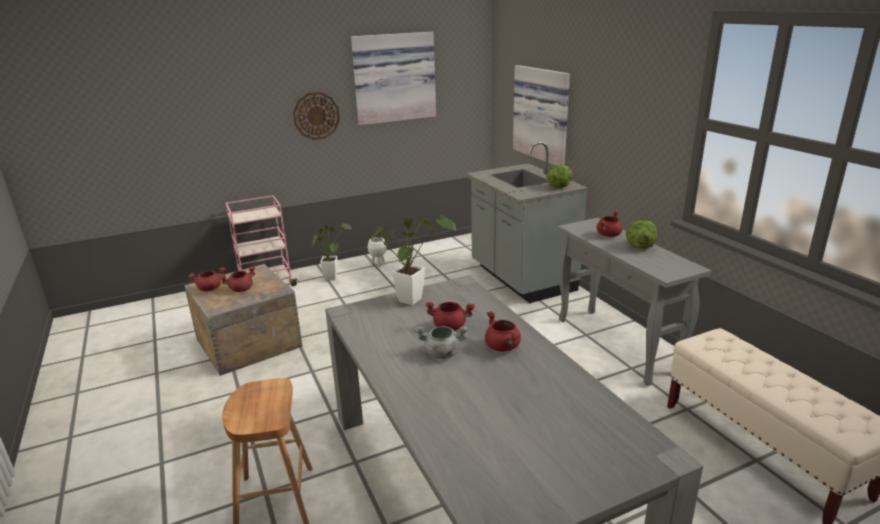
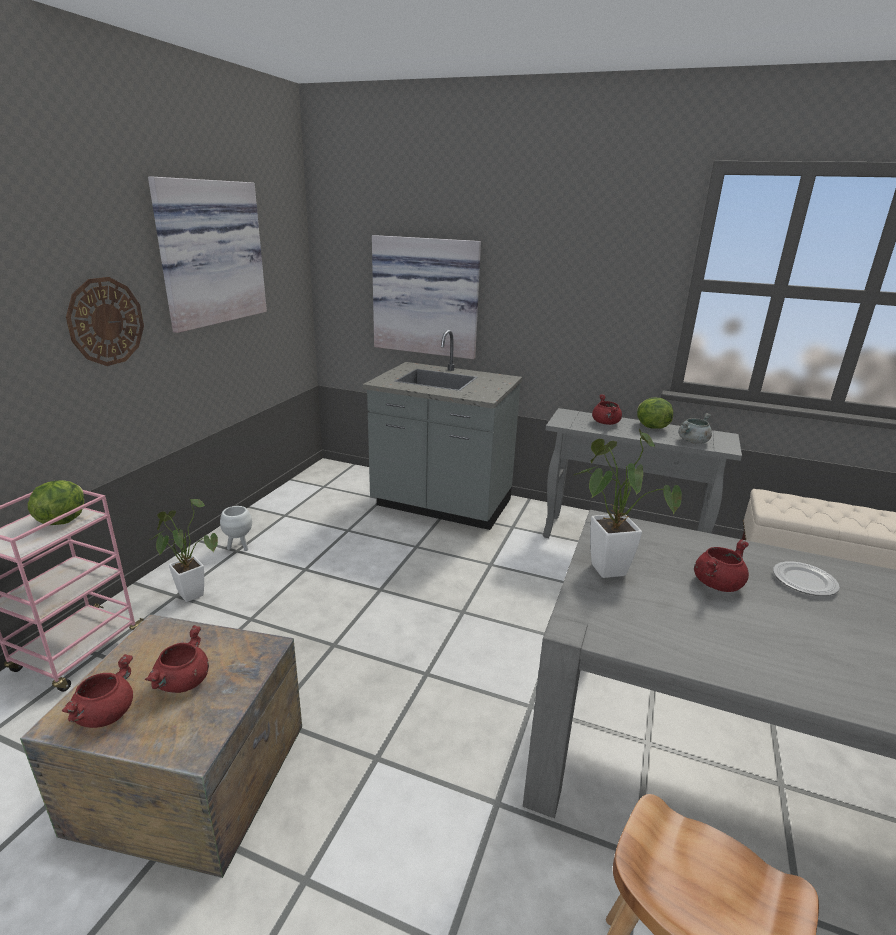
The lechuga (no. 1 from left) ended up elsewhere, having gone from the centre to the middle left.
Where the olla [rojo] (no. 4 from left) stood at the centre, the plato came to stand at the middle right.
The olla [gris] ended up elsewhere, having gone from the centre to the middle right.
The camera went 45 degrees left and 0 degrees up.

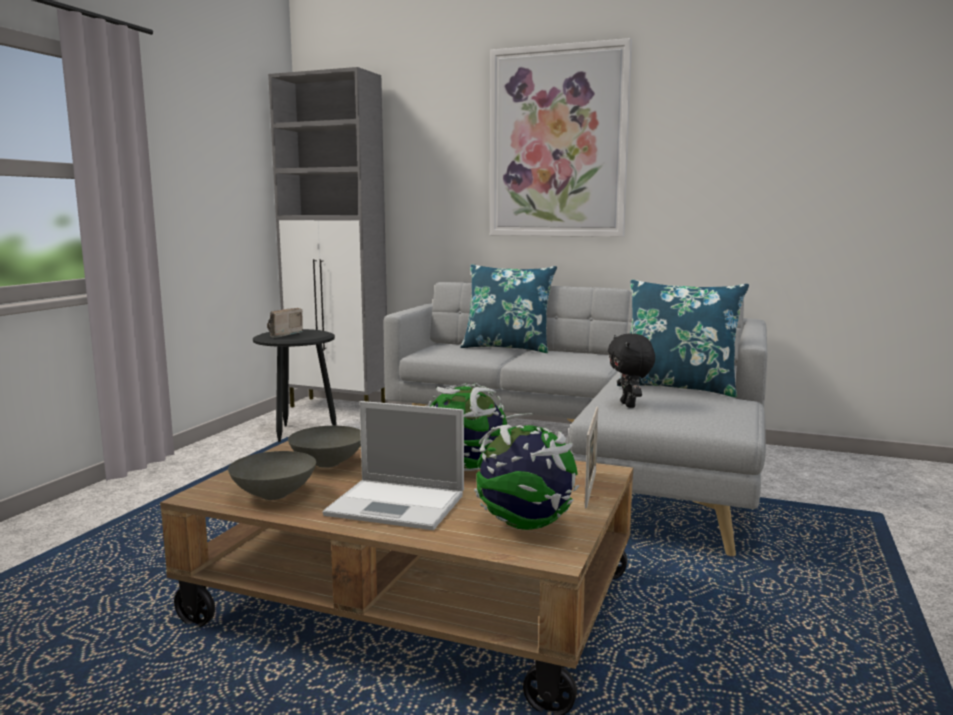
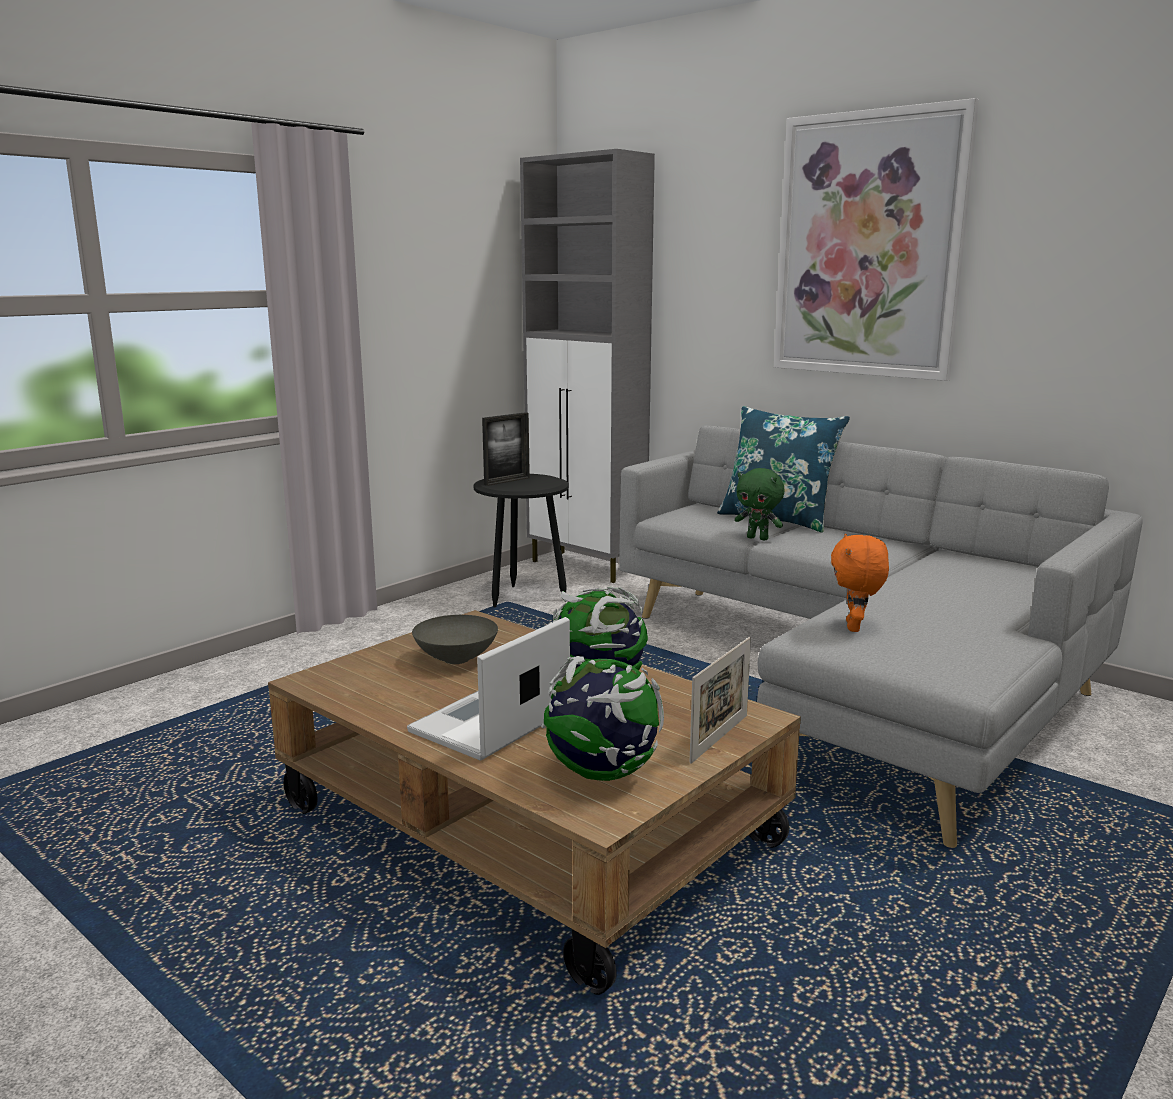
The second view lost the cojín [azul] (no. 2 from left) at the middle right.
Where the radio stood at the middle left, the portarretratos (no. 1 from left) came to stand at the centre.
What was the peluche [negro] at the centre turned into the peluche [naranja] at the middle right.
The portátil at the centre ended up facing another way, 90 degrees clockwise from before.
The second view lost the cuenco [gris] (no. 1 from left) at the middle left.
The second view gained the peluche [verde] at the centre.
The camera went 20 degrees right and 5 degrees up.

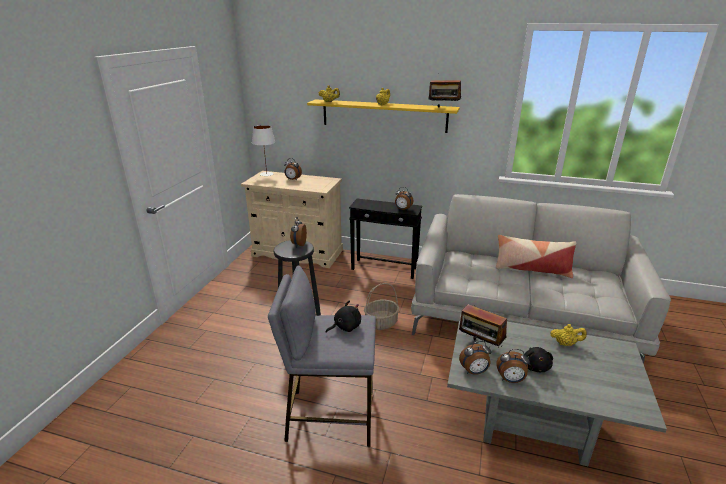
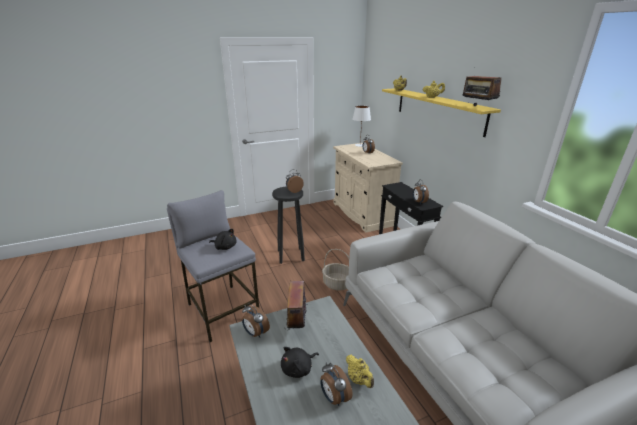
The second view lost the cojín at the middle right.
The despertador (no. 5 from left in the first image) ended up elsewhere, having gone from the bottom right to the bottom centre.
The camera went 50 degrees right and 0 degrees up.

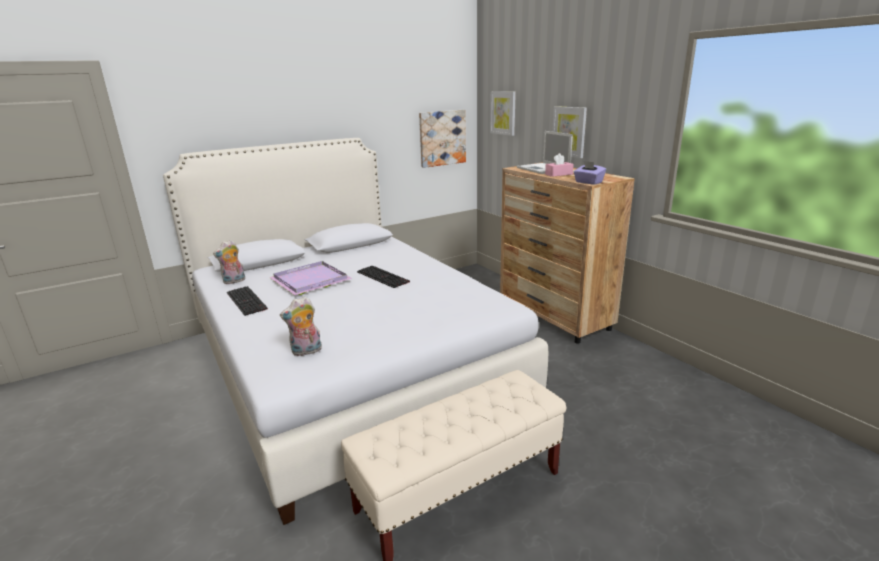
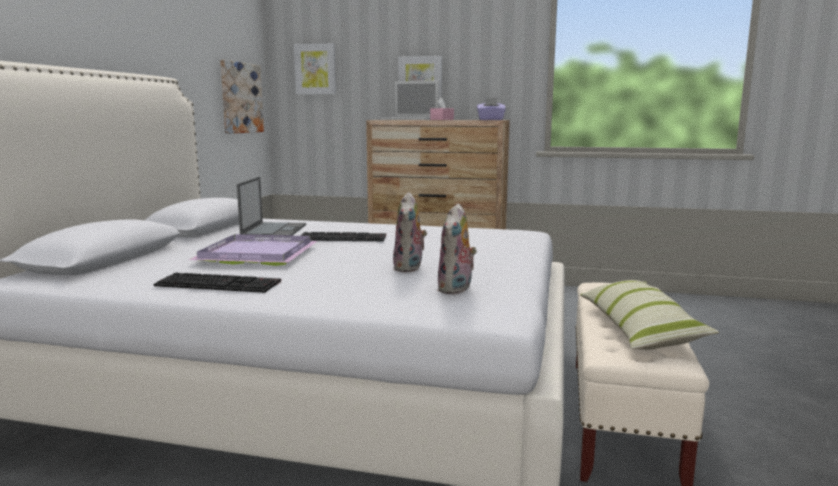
The peluche (no. 1 from left) ended up elsewhere, having gone from the middle left to the centre.
The second view gained the portátil (no. 1 from left) at the middle left.
The second view gained the cojín at the middle right.
The camera went 45 degrees left and 10 degrees down.

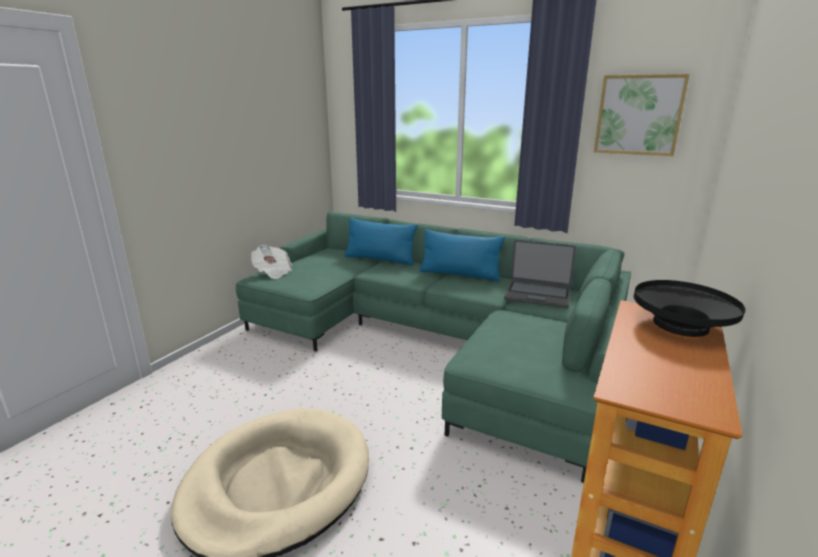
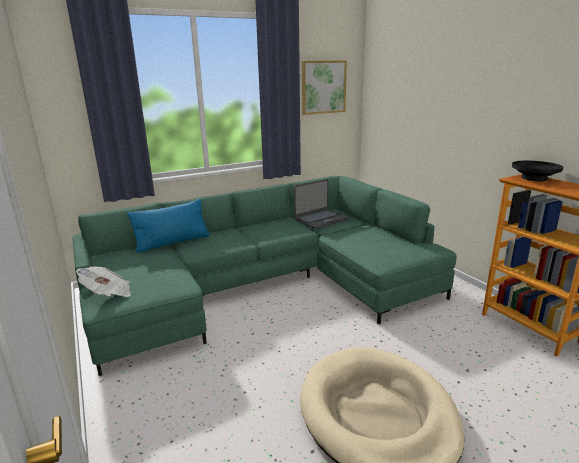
The second view lost the cojín [azul] (no. 2 from left) at the centre.
The camera went 55 degrees left and 0 degrees up.

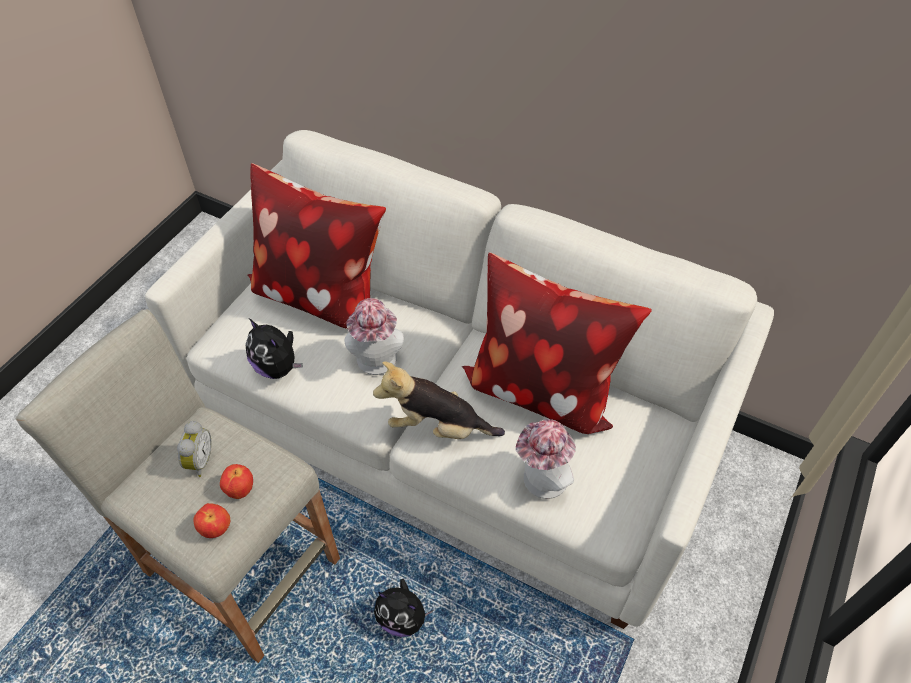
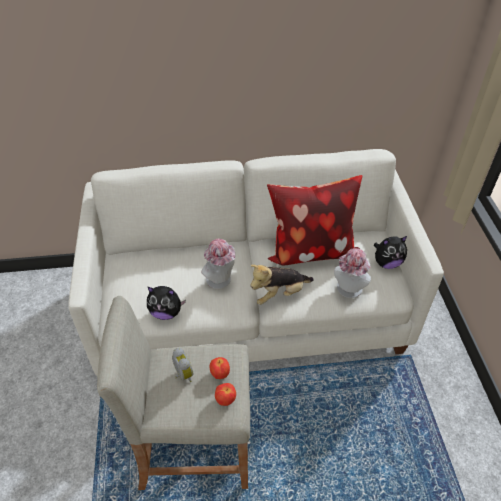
The second view lost the cojín (no. 1 from left) at the centre.
The peluche (no. 2 from left in the first image) ended up elsewhere, having gone from the bottom centre to the middle right.
The camera went 35 degrees left and 5 degrees down.

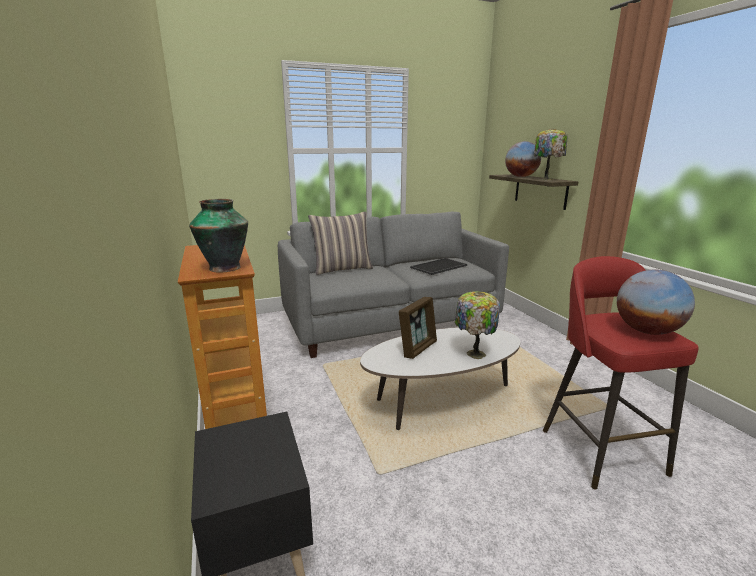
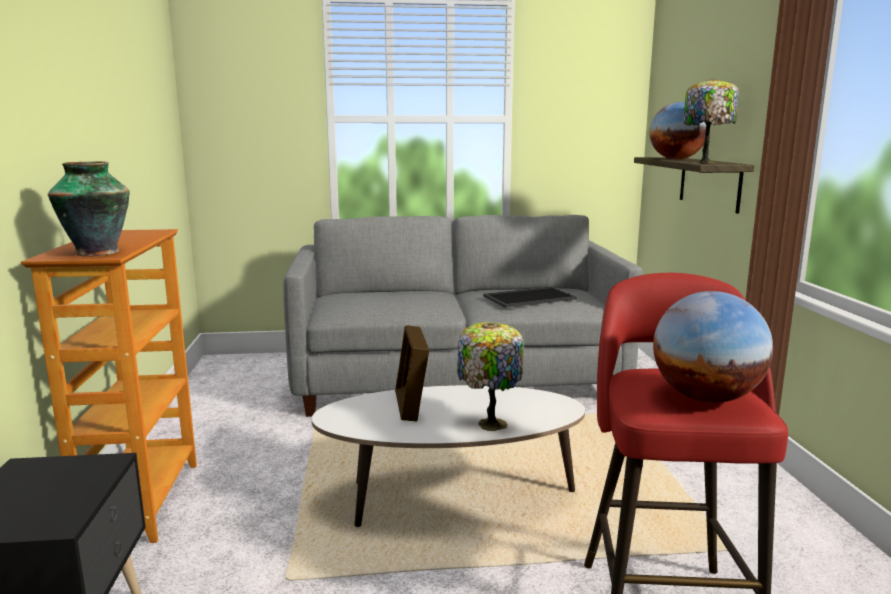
The second view lost the cojín at the centre.
The portarretratos at the centre ended up facing another way, 120 degrees clockwise from before.
The camera went 15 degrees right and 5 degrees down.

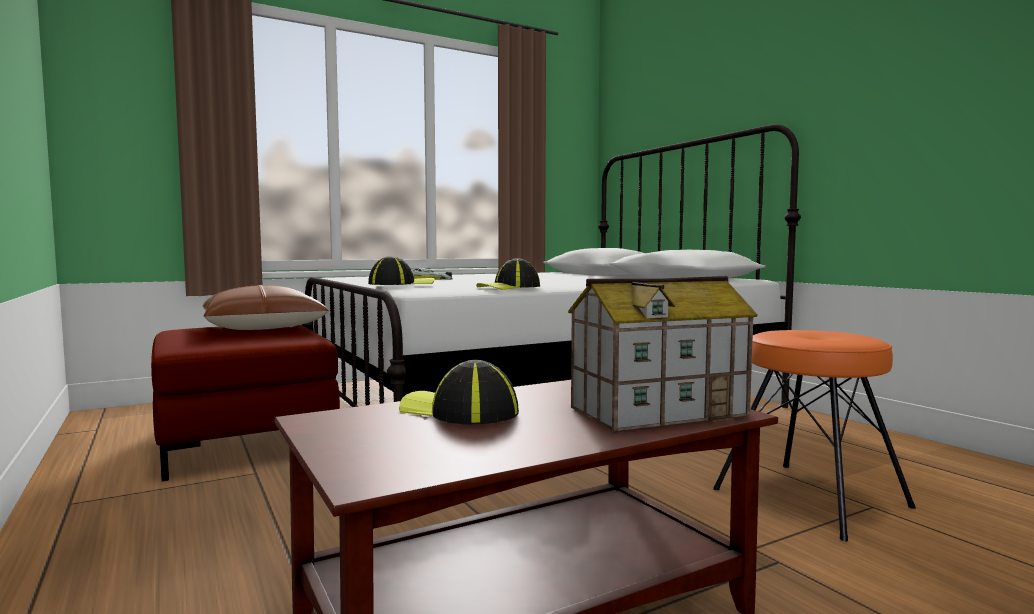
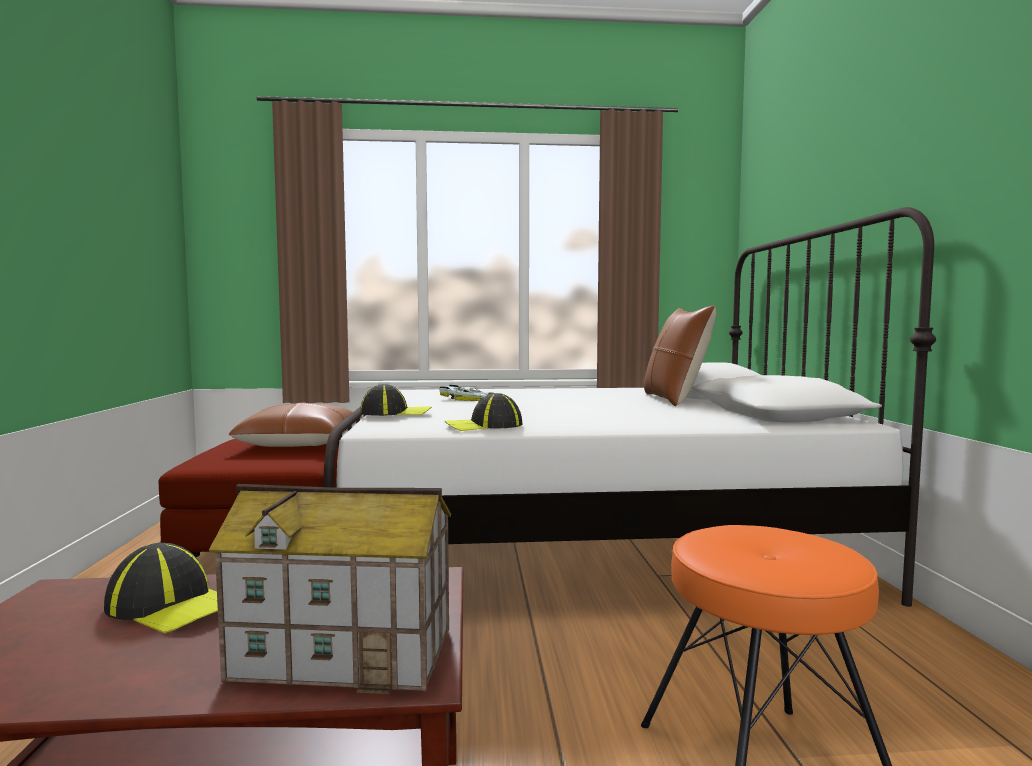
The gorra (no. 2 from left in the first image) at the centre ended up facing another way, 150 degrees clockwise from before.
The second view gained the cojín [marrón] (no. 2 from left) at the centre.
The camera went 25 degrees right and 0 degrees up.

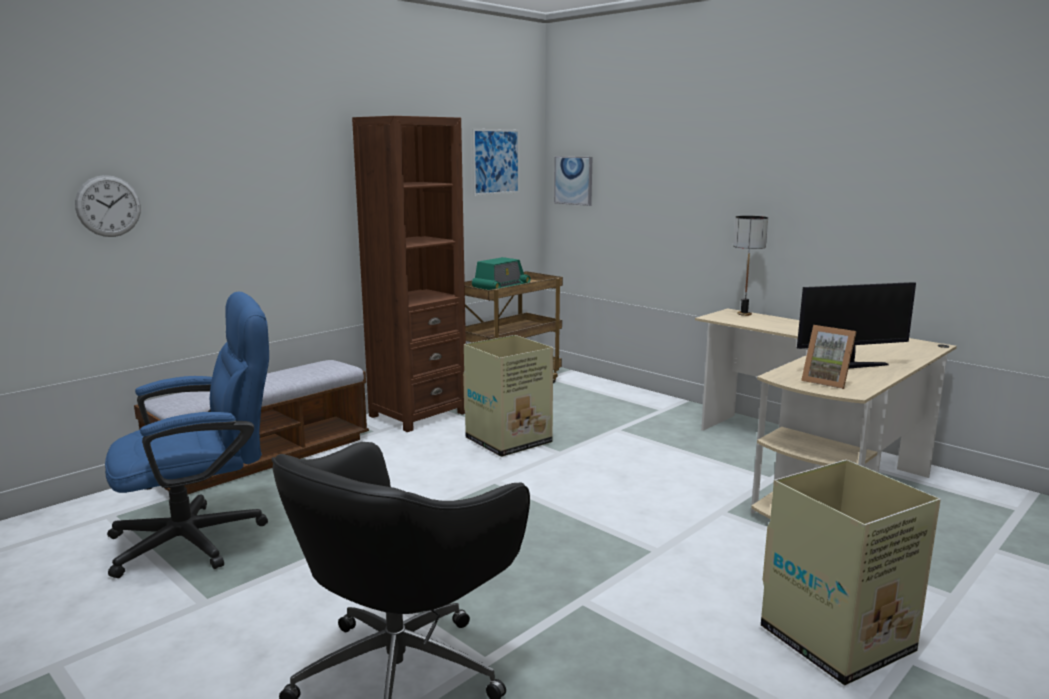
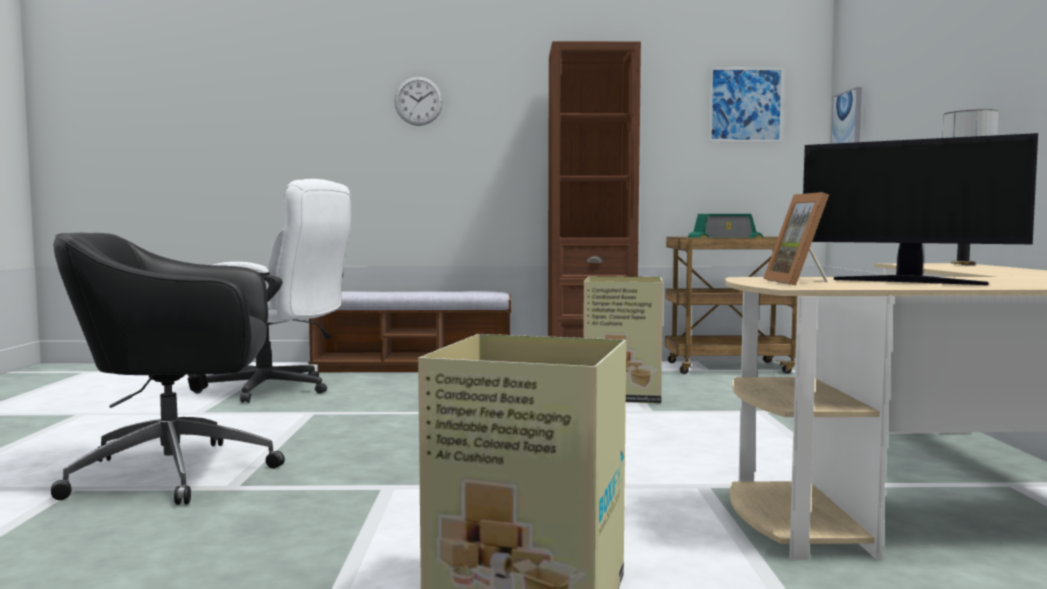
The reloj de pared ended up elsewhere, having gone from the top left to the top centre.
What was the silla de oficina [azul] at the middle left turned into the silla de oficina [blanco] at the middle left.
The camera went 45 degrees right and 10 degrees down.

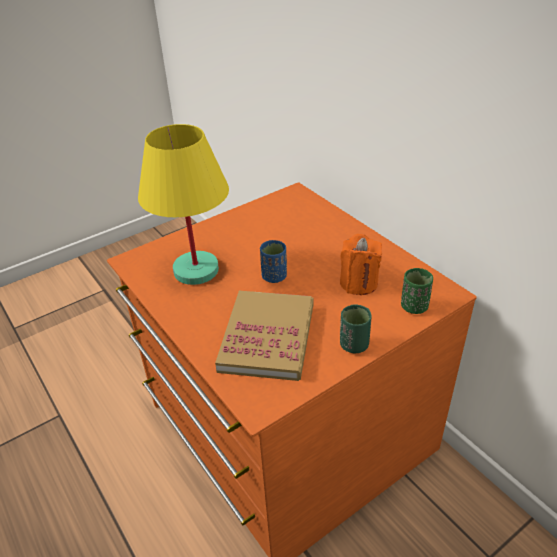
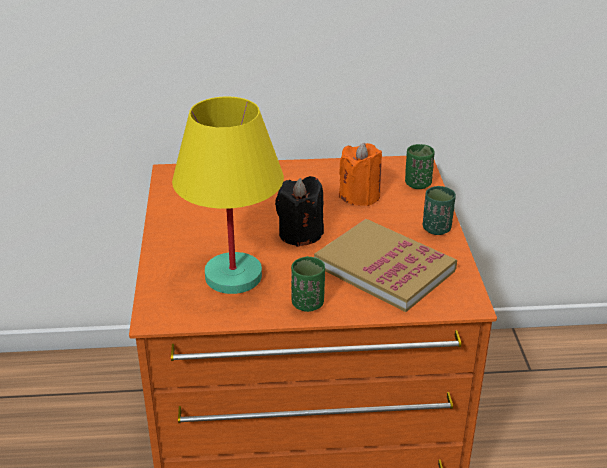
Where the taza [azul] stood at the centre, the vela [negro] came to stand at the centre.
The second view gained the taza [verde] (no. 1 from left) at the centre.
The camera went 60 degrees left and 5 degrees down.

